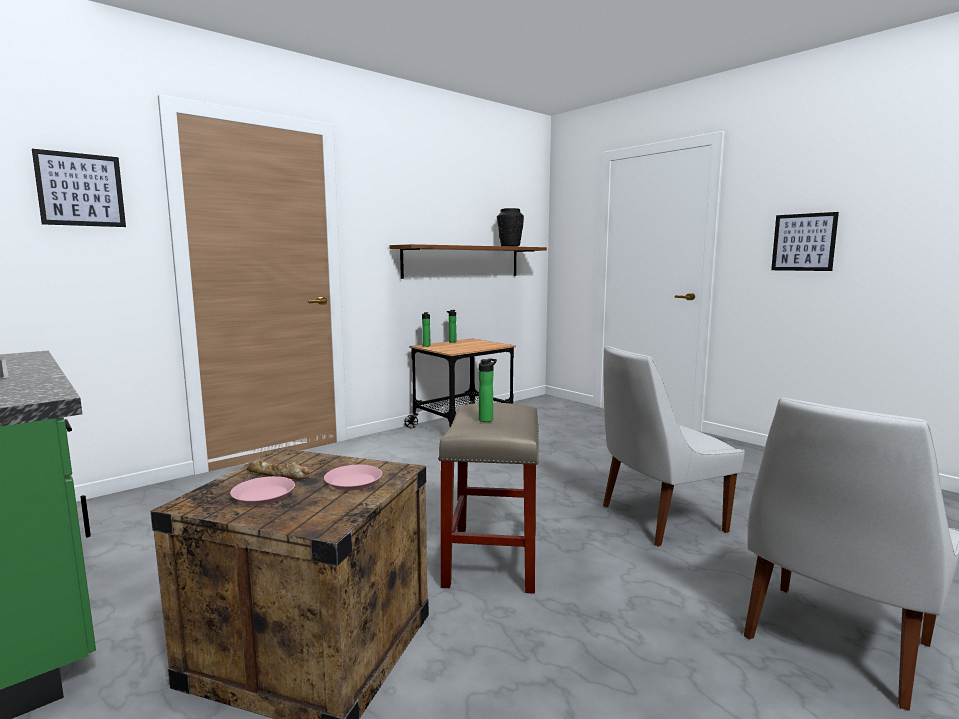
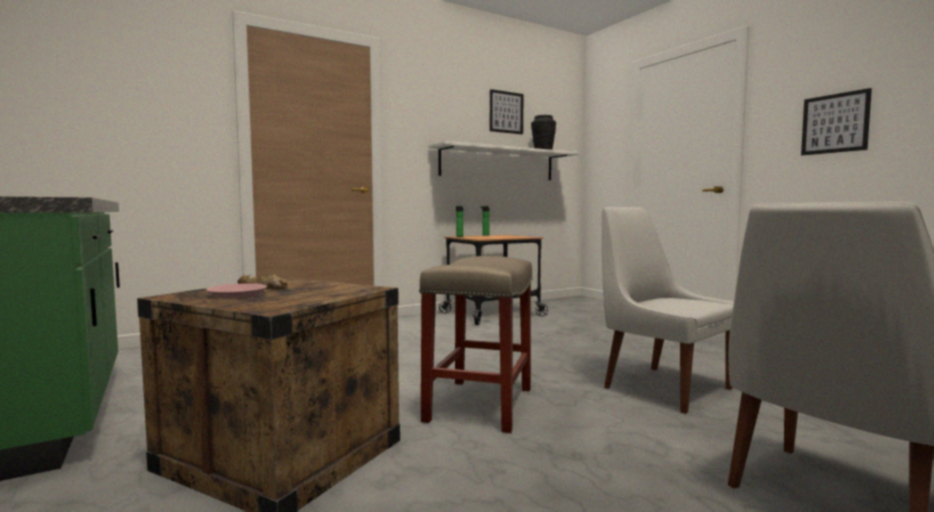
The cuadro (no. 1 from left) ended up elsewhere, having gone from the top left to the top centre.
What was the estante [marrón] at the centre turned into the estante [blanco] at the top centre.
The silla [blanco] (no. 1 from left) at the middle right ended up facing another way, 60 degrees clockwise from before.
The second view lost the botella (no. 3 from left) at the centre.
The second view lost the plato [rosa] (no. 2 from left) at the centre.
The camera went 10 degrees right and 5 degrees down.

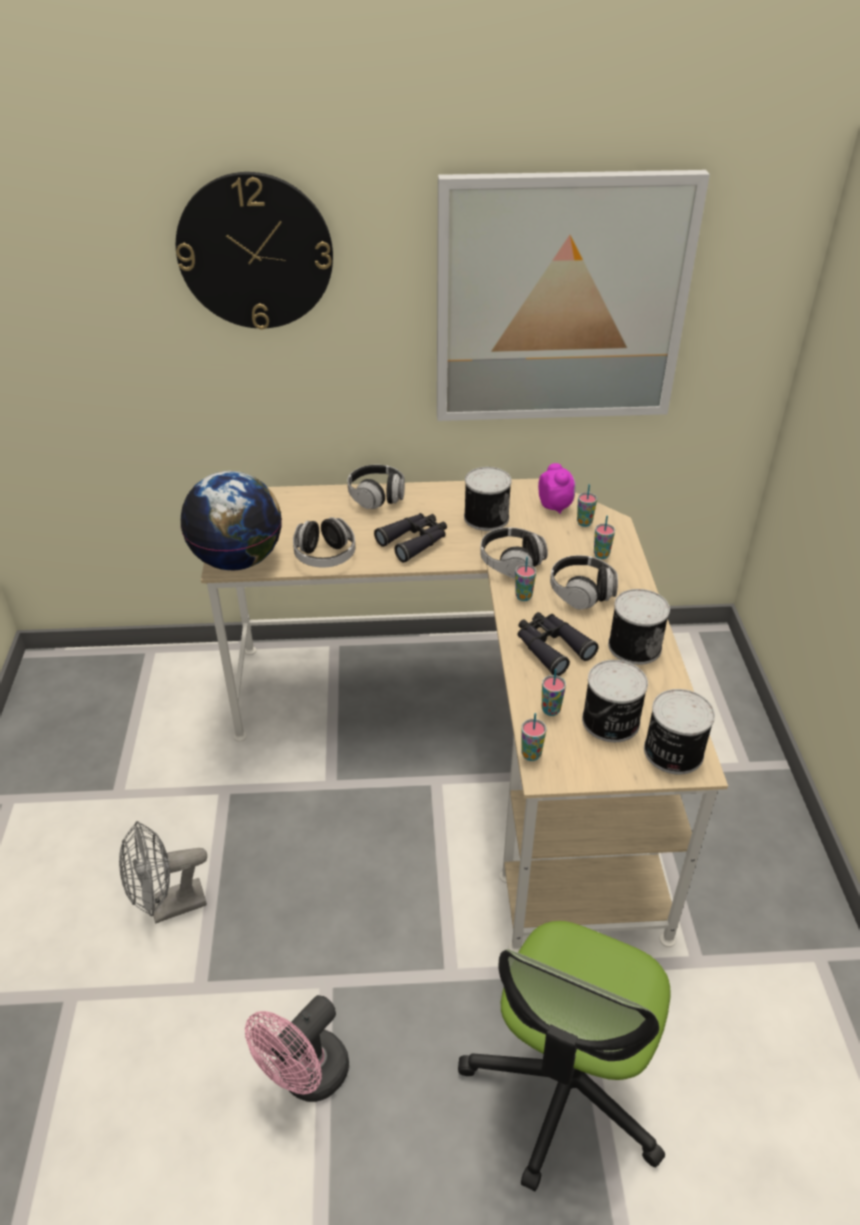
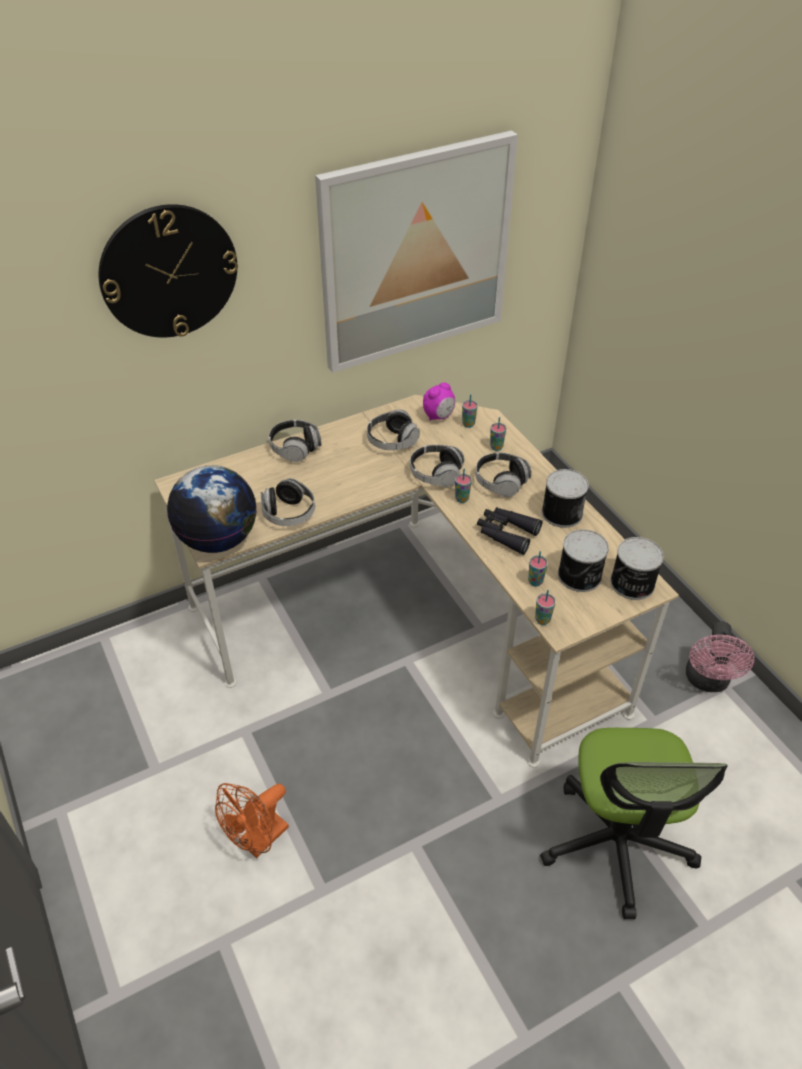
The despertador at the centre ended up facing another way, 90 degrees clockwise from before.
Where the lata (no. 1 from left) stood at the centre, the auriculares (no. 3 from left) came to stand at the centre.
The second view lost the prismáticos [negro] (no. 1 from left) at the centre.
What was the ventilador [gris] at the bottom left turned into the ventilador [naranja] at the bottom left.
The ventilador [rosa] ended up elsewhere, having gone from the bottom centre to the middle right.
The camera went 25 degrees left and 5 degrees up.

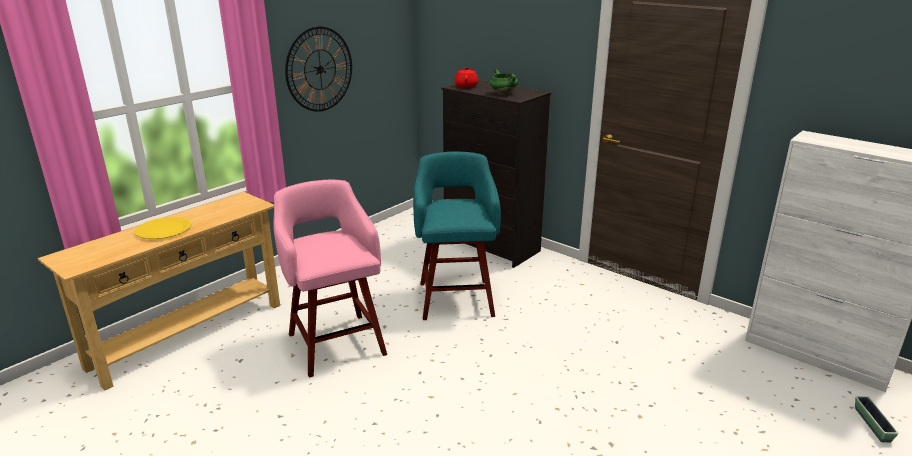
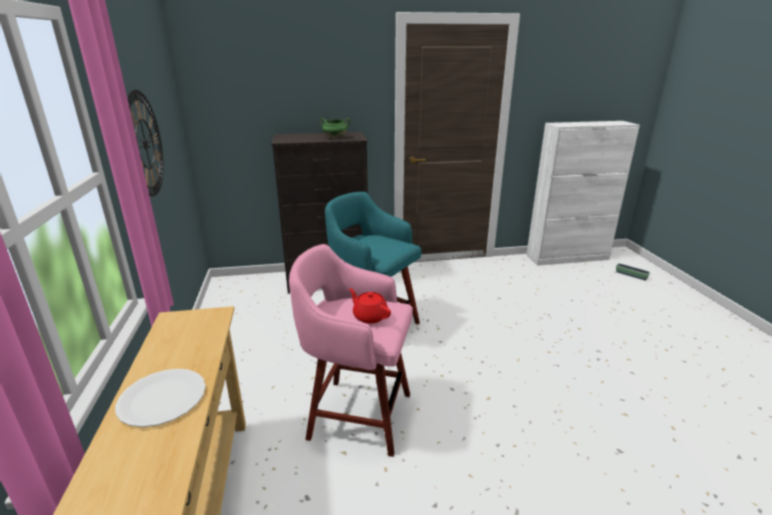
The tetera [rojo] ended up elsewhere, having gone from the top centre to the centre.
What was the plato [amarillo] at the middle left turned into the plato [blanco] at the bottom left.
The camera went 50 degrees left and 0 degrees up.

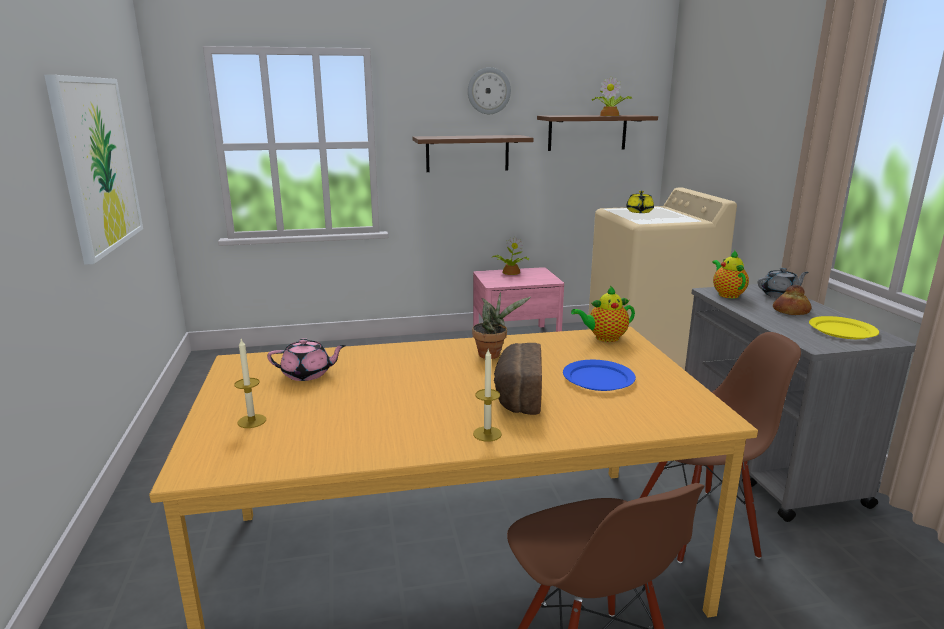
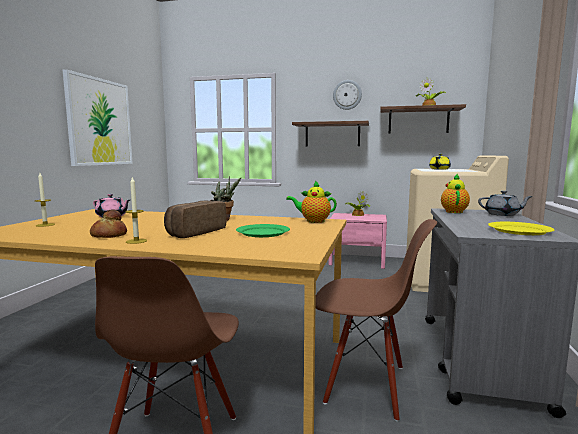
The pan (no. 2 from left in the first image) ended up elsewhere, having gone from the middle right to the middle left.
What was the plato [azul] at the centre turned into the plato [verde] at the centre.
The camera went 25 degrees right and 10 degrees down.

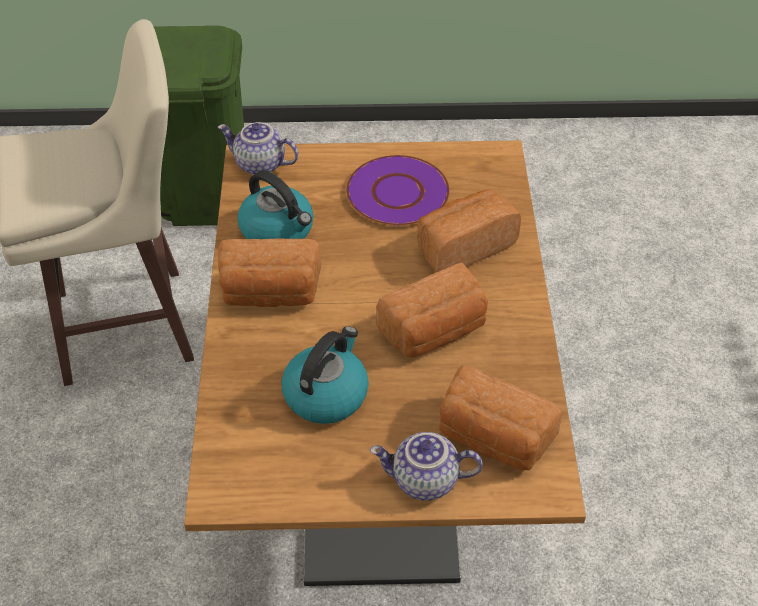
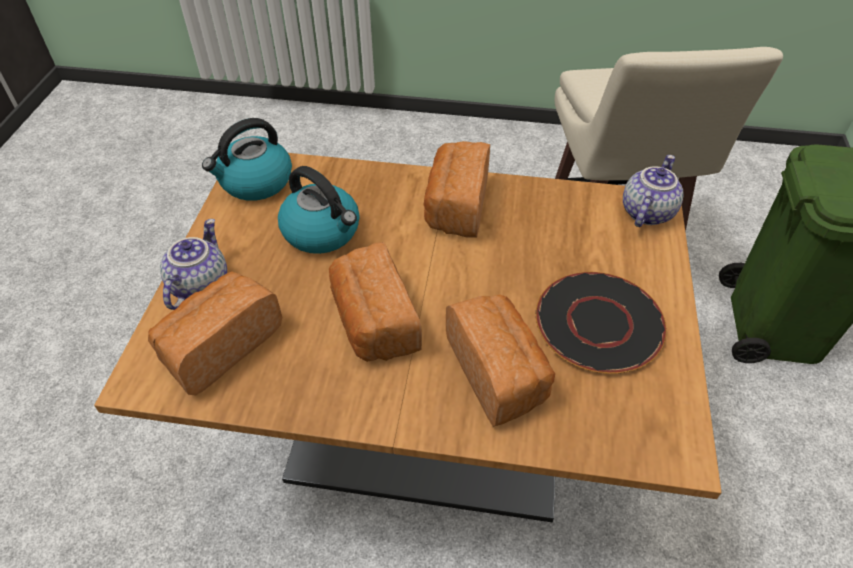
What was the plato [morado] at the top centre turned into the plato [negro] at the middle right.
The hervidor (no. 1 from left) ended up elsewhere, having gone from the centre to the top left.
The camera went 100 degrees right and 0 degrees up.

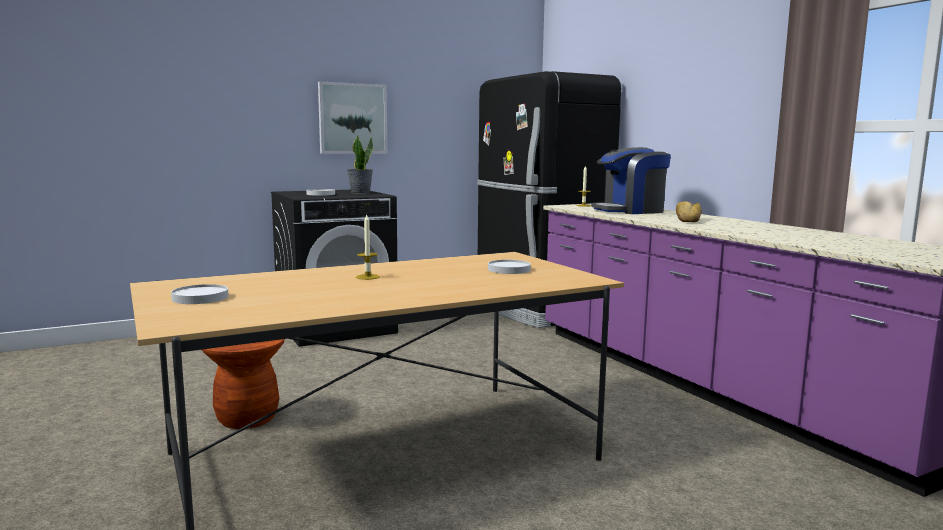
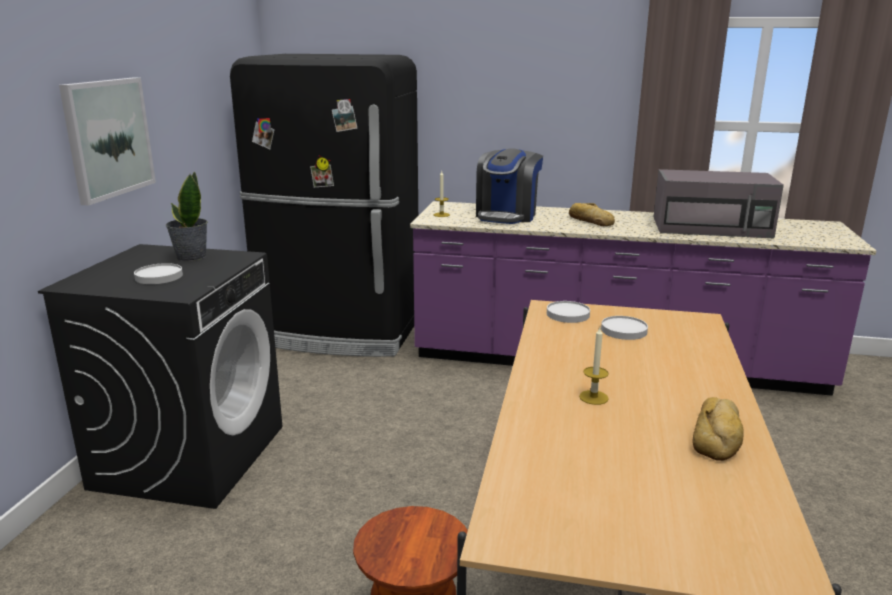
The plato [blanco] (no. 1 from left in the first image) ended up elsewhere, having gone from the middle left to the centre.
The second view gained the microondas [gris] at the middle right.
The second view gained the pan (no. 2 from left) at the bottom right.
The camera went 50 degrees left and 10 degrees up.

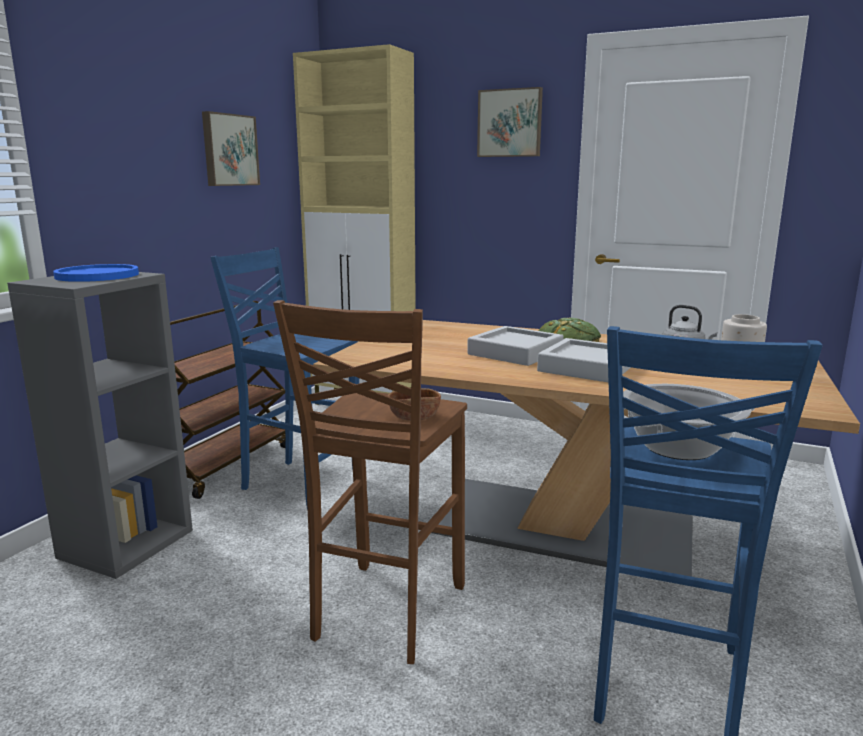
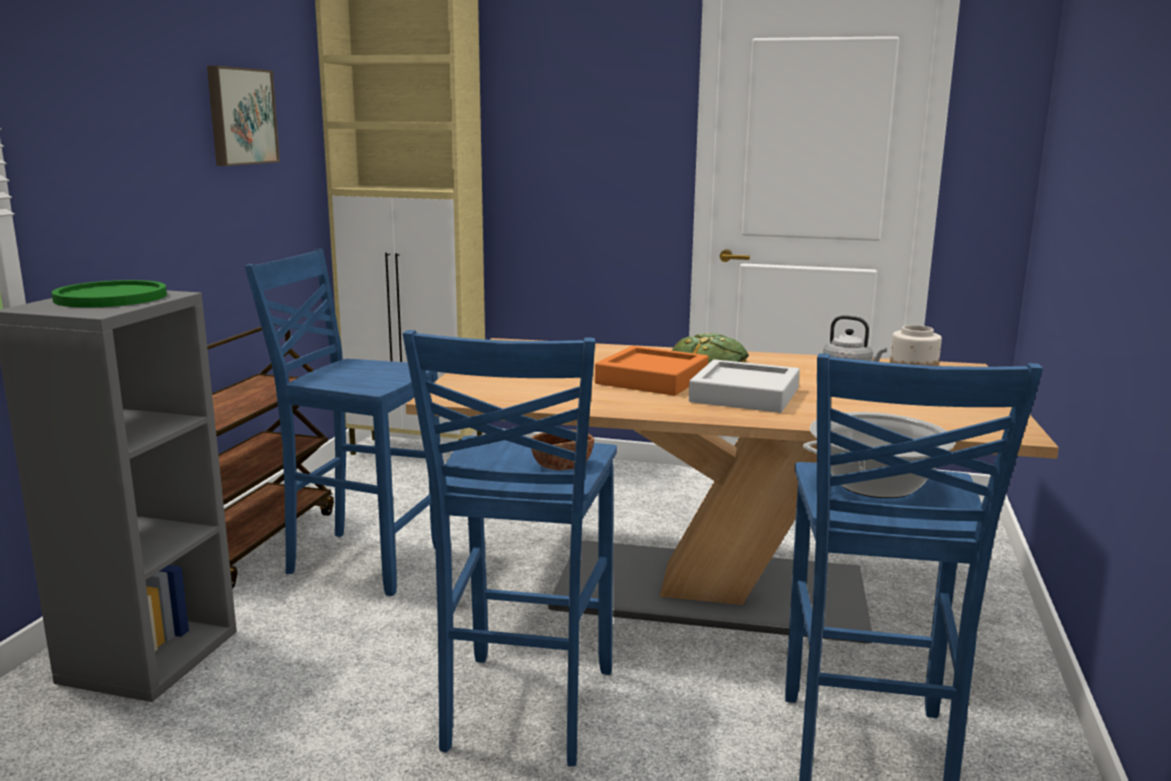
The second view lost the cuadro (no. 2 from left) at the top centre.
What was the plato [azul] at the middle left turned into the plato [verde] at the middle left.
What was the taburete [marrón] at the centre turned into the taburete [azul] (no. 2 from left) at the bottom centre.
What was the bandeja [gris] (no. 1 from left) at the centre turned into the bandeja [naranja] at the centre.
The camera went 10 degrees left and 0 degrees up.

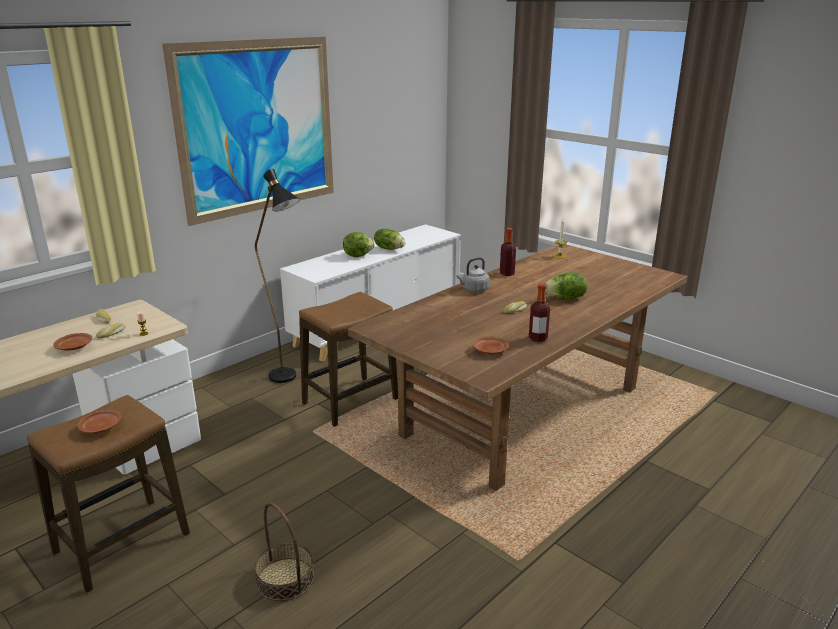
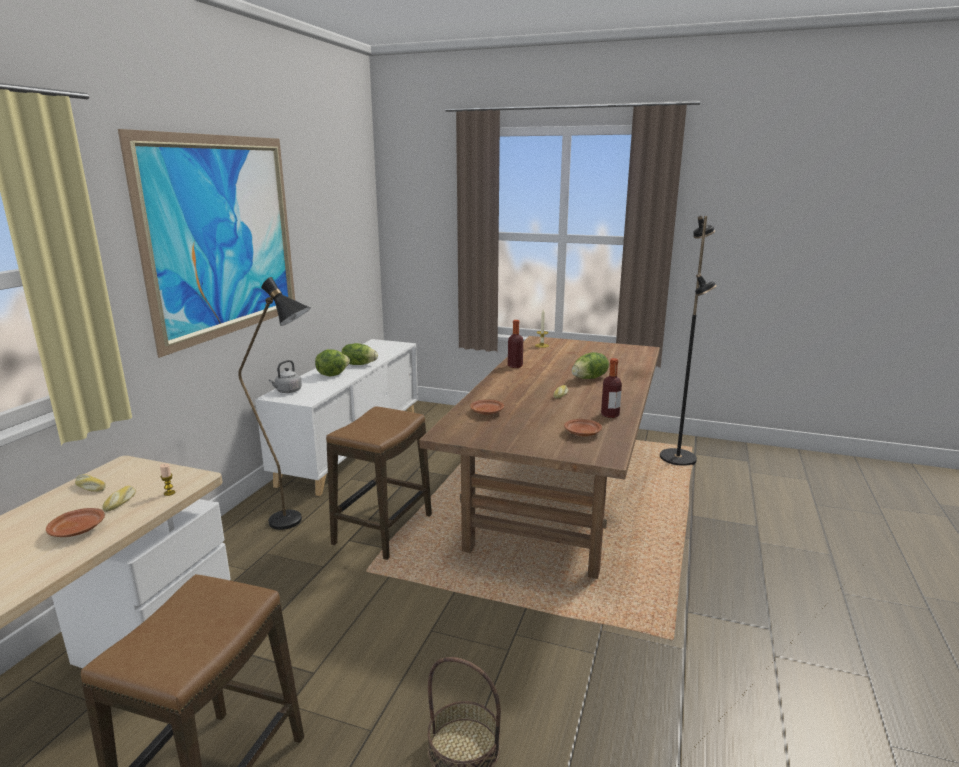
The hervidor [gris] ended up elsewhere, having gone from the centre to the middle left.
The plato [marrón] (no. 2 from left) ended up elsewhere, having gone from the bottom left to the centre.
The second view gained the lámpara de pie [negro] (no. 2 from left) at the middle right.
The camera went 25 degrees left and 5 degrees down.

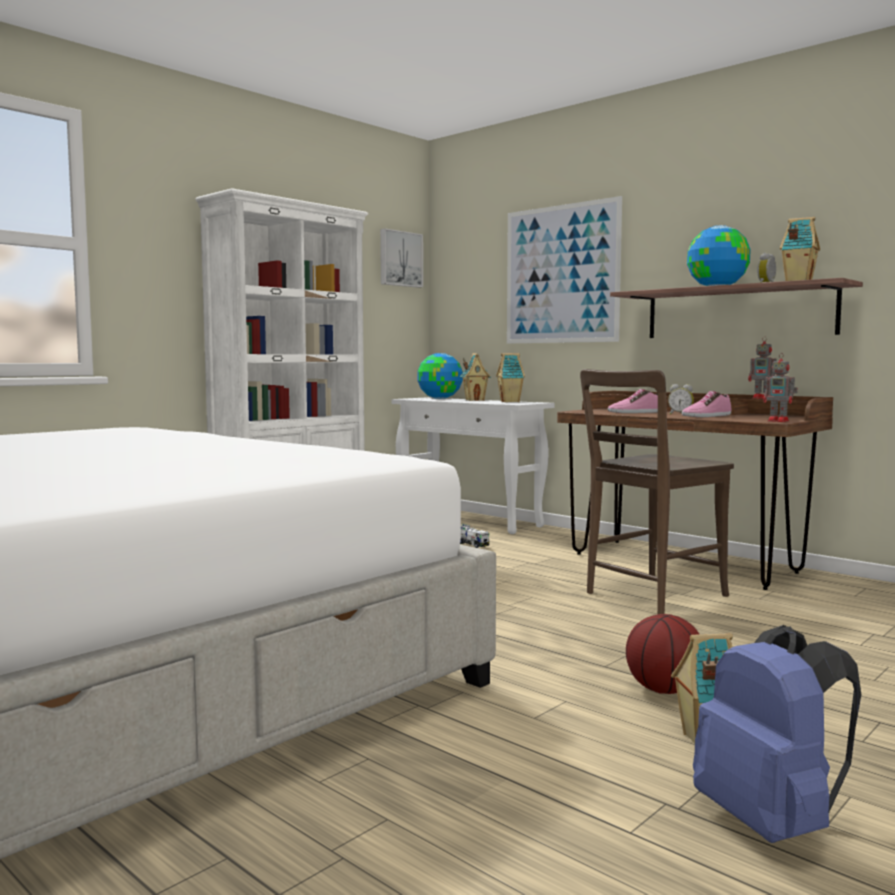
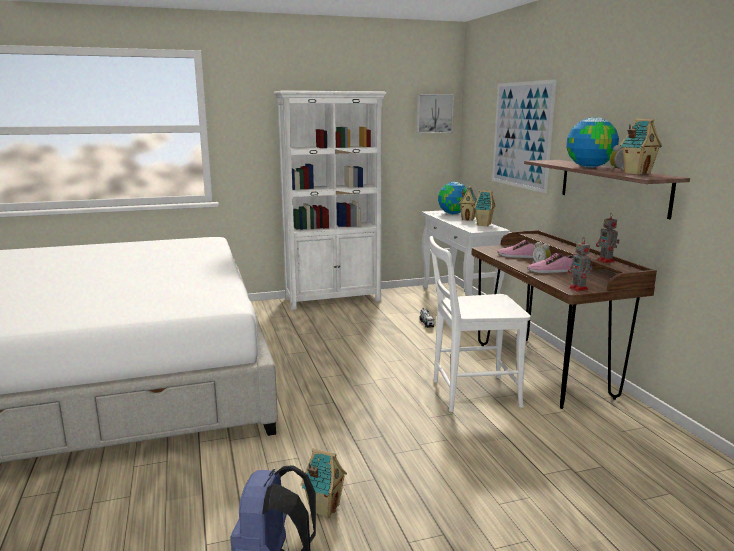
What was the silla [marrón] at the middle right turned into the silla [blanco] at the centre.
The second view lost the balón de baloncesto at the bottom right.
The camera went 30 degrees right and 10 degrees up.

